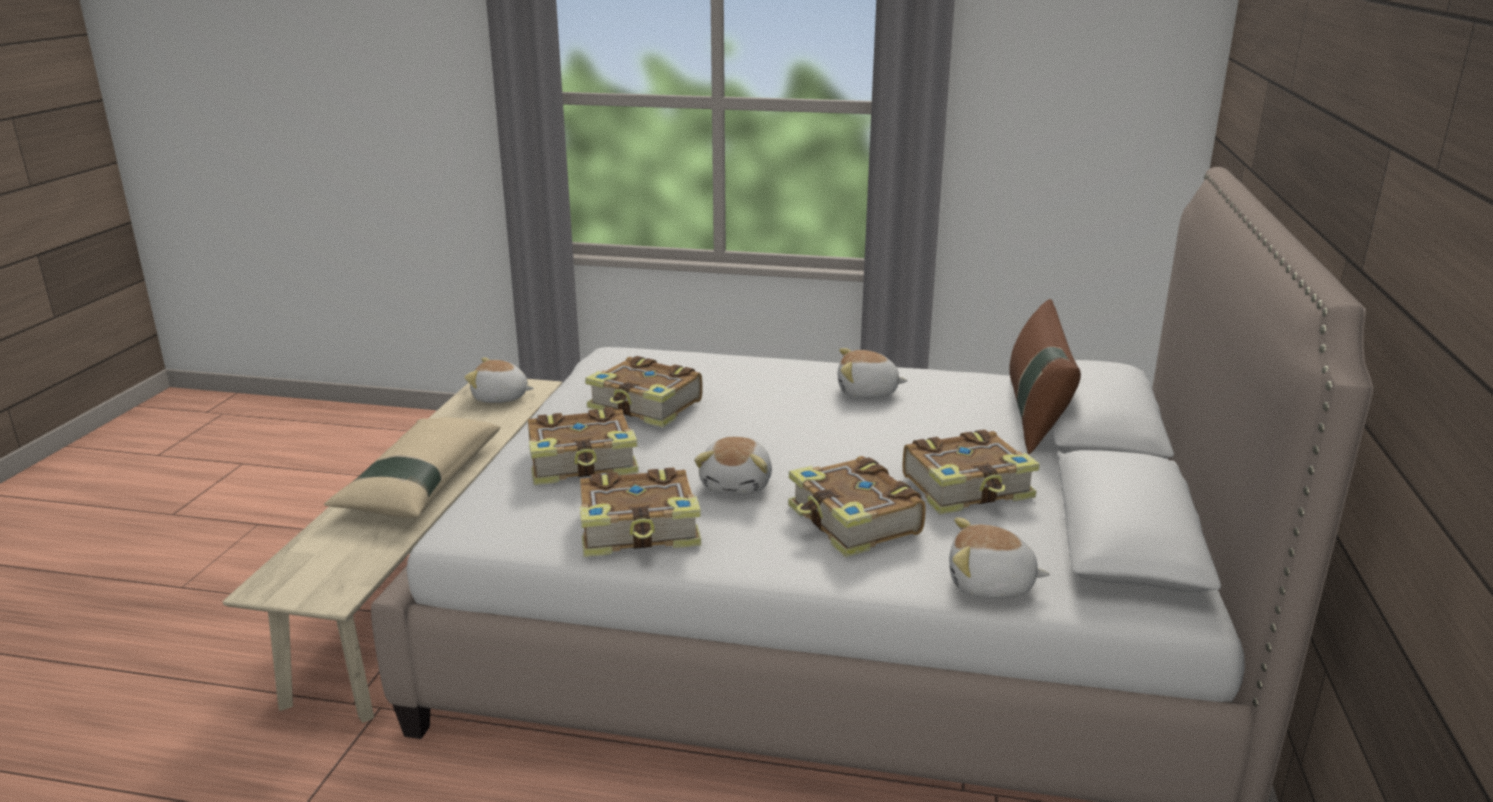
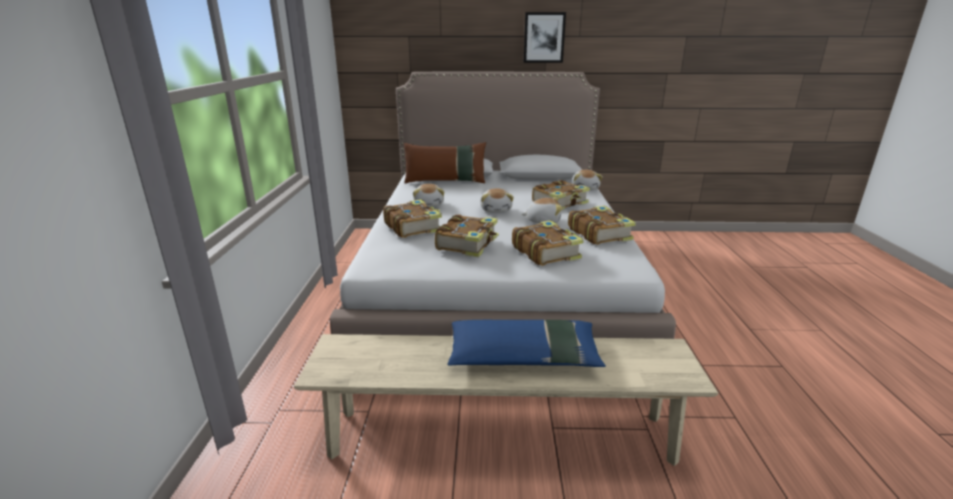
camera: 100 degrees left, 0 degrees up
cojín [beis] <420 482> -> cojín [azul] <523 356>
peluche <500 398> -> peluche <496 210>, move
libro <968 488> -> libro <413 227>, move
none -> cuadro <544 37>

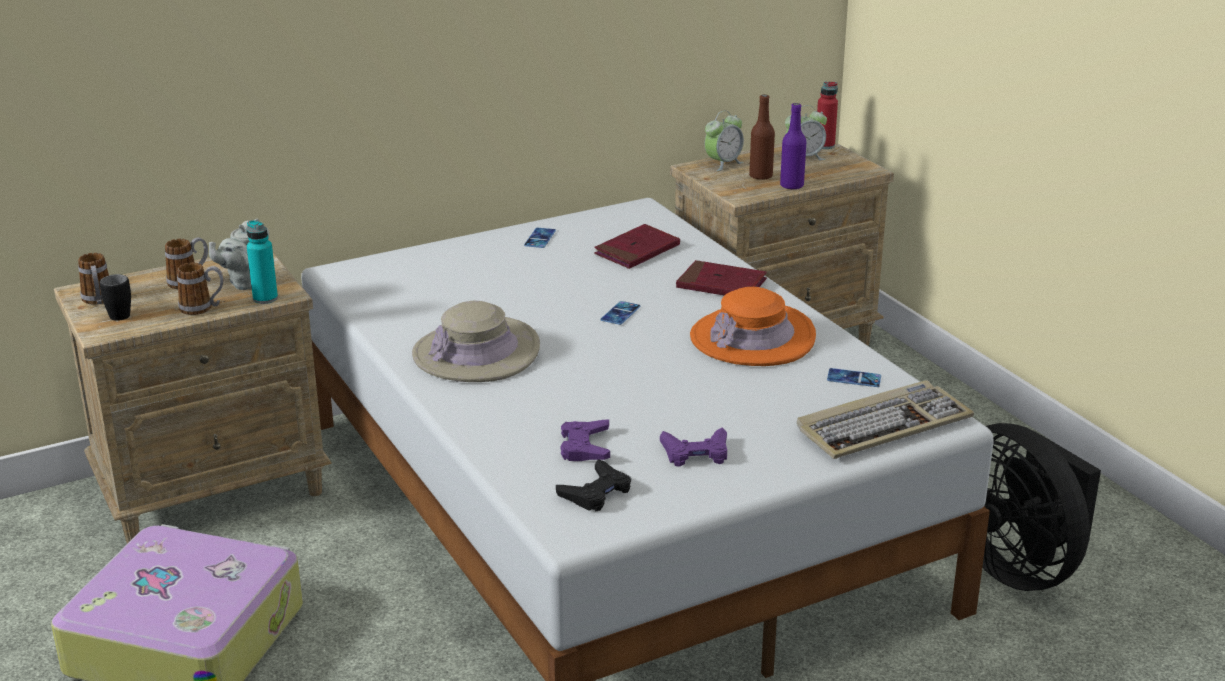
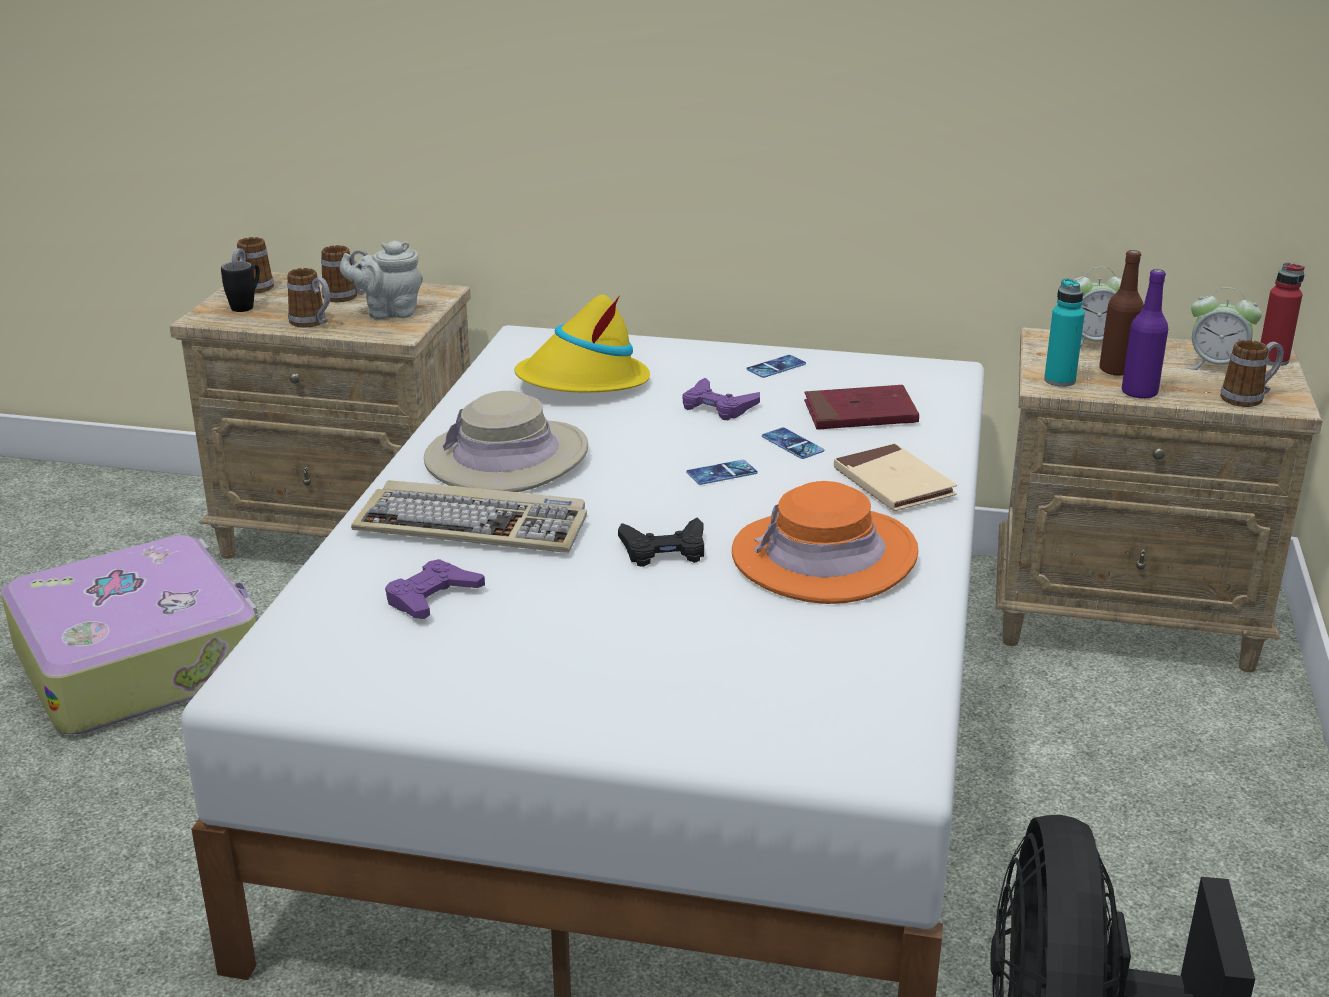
camera: 40 degrees right, 0 degrees up
botella [turquesa] <265 298> -> botella [turquesa] <1059 380>, move
mando de consola [negro] <596 492> -> mando de consola [negro] <664 550>, move
mando de consola [morado] <696 453> -> mando de consola [morado] <718 406>, move
libro [rojo] <721 285> -> libro [beis] <893 483>
teclado <883 425> -> teclado <474 525>, move
móvil <854 378> -> móvil <792 444>, move
none -> sombrero [amarillo] <583 382>
none -> taza grande <1248 398>

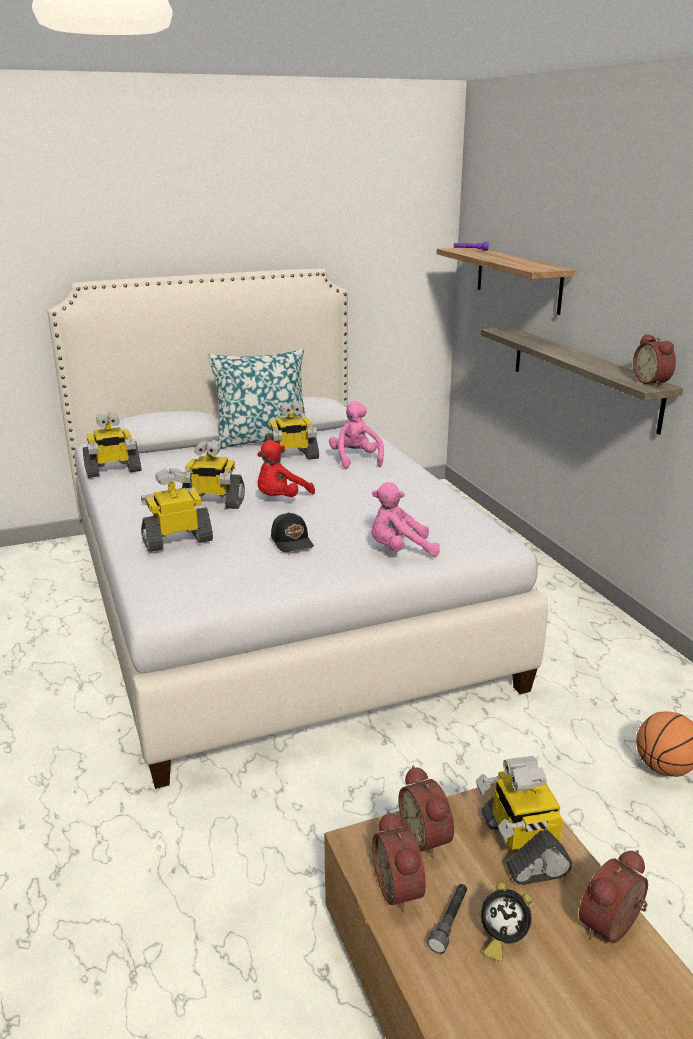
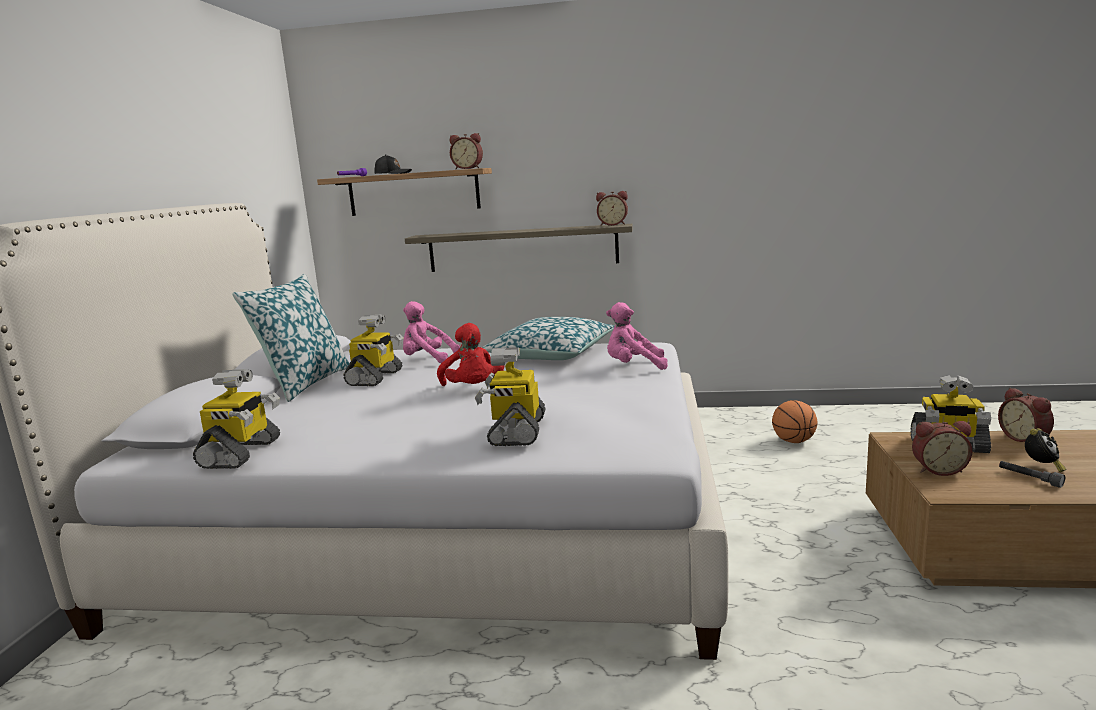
camera: 60 degrees left, 10 degrees down
robot de juguete <212 503> -> none
gorra [negro] <292 541> -> gorra [negro] <393 174>, move
peluche [rosa] <399 550> -> peluche [rosa] <633 367>, 75 degrees clockwise
despertador <401 888> -> despertador <468 168>, move
none -> cojín <551 354>

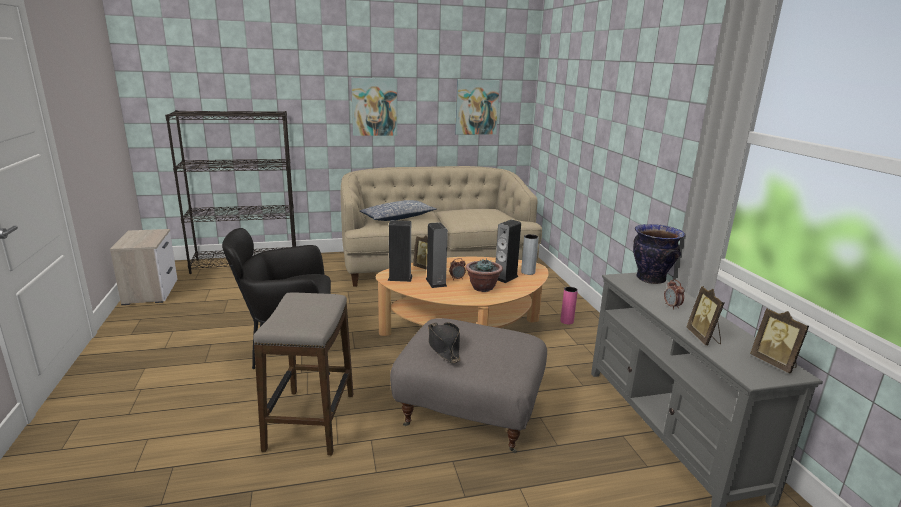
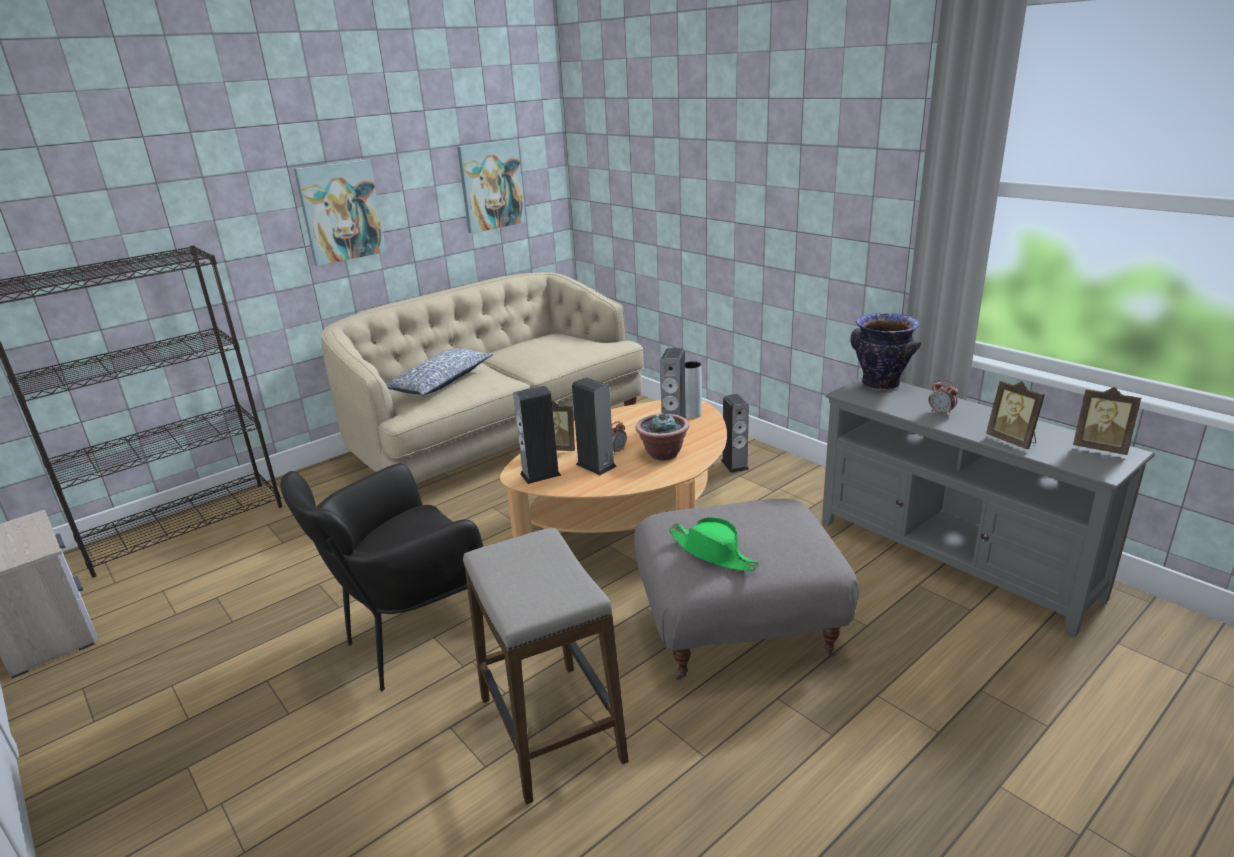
camera: 25 degrees left, 5 degrees up
sombrero [negro] <443 346> -> sombrero [verde] <713 553>
florero [rosa] <567 321> -> altavoz <734 465>

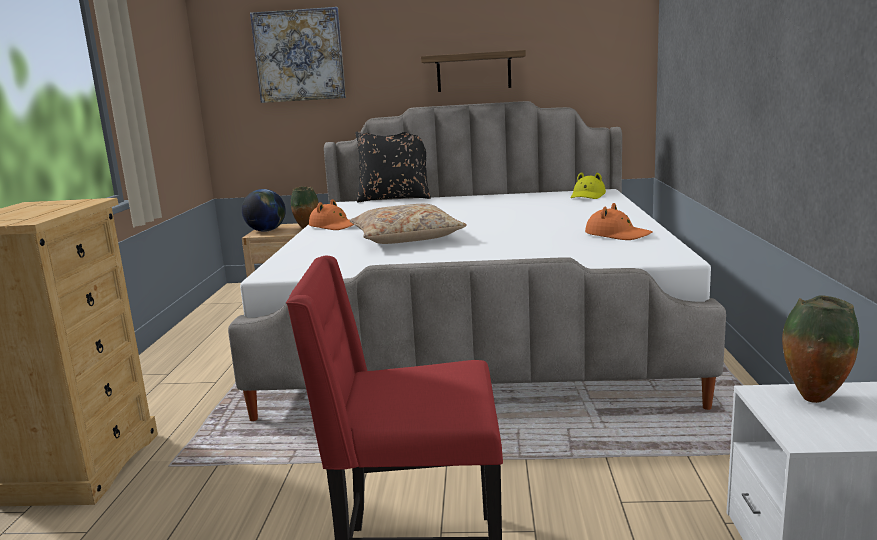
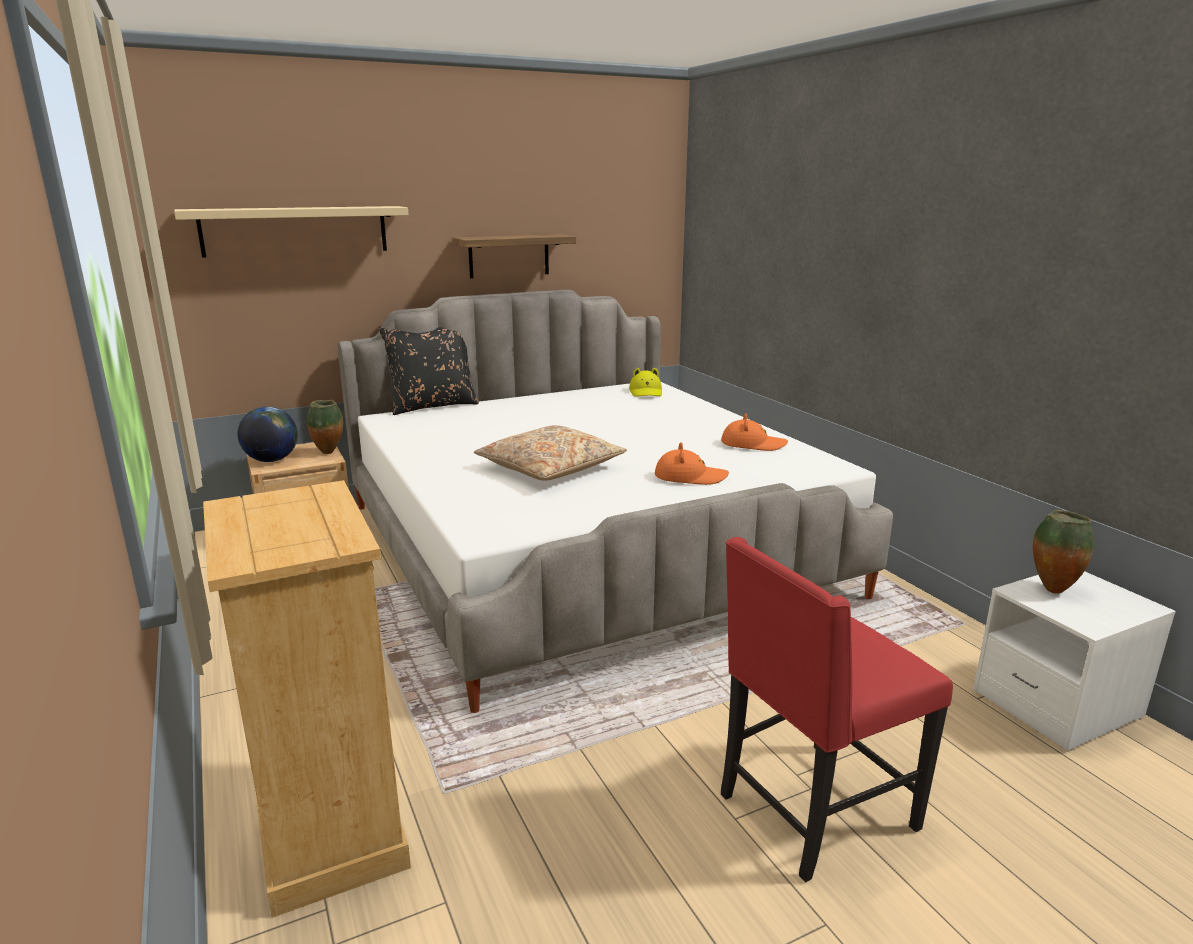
camera: 30 degrees left, 5 degrees up
cuadro <299 55> -> estante [beis] <295 230>
sombrero [naranja] <334 226> -> sombrero [naranja] <690 477>, move

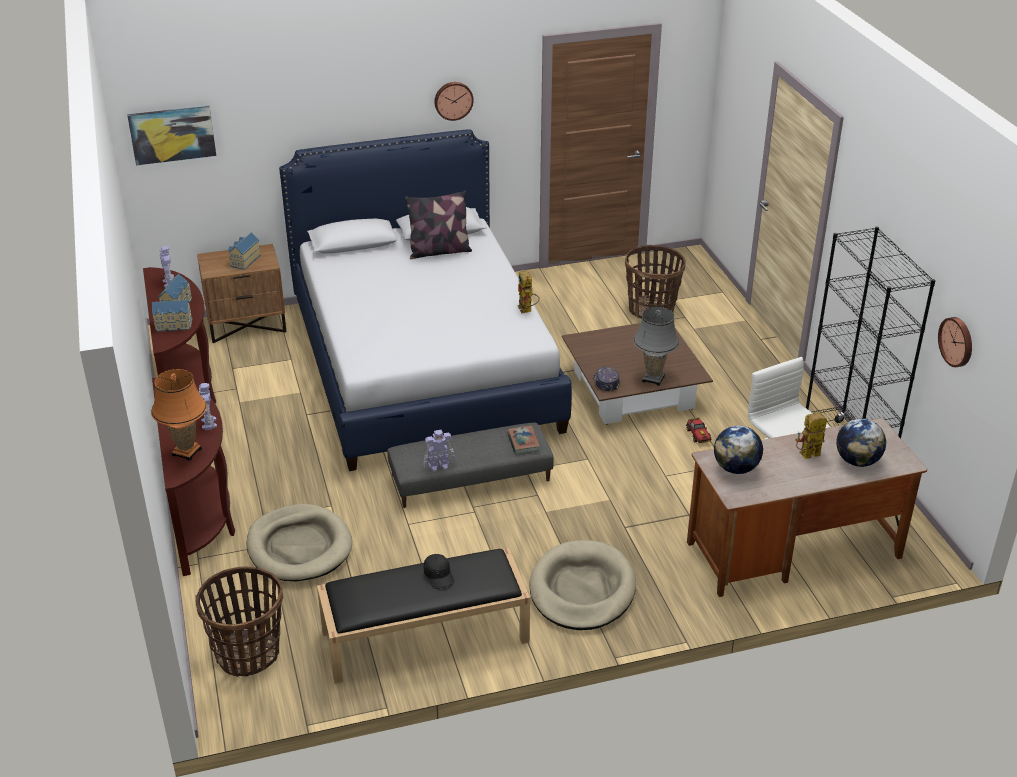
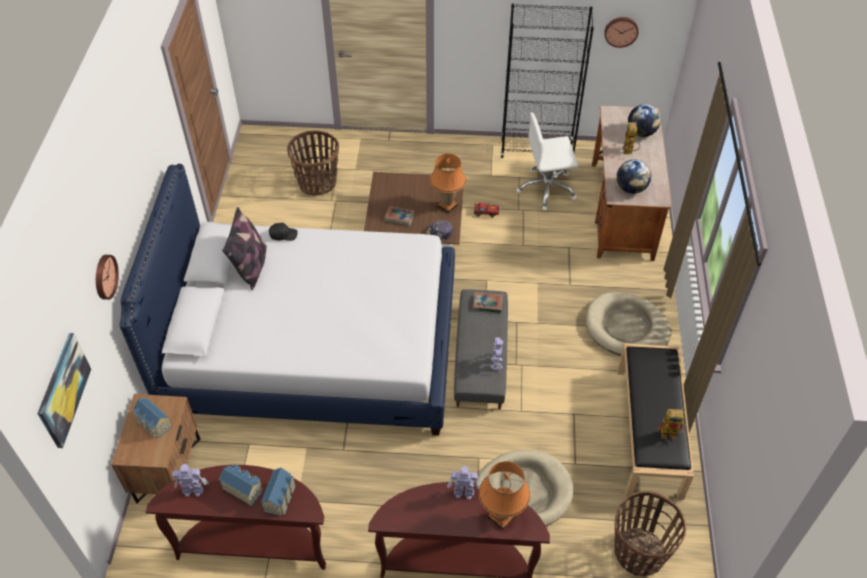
camera: 70 degrees left, 15 degrees up
gorra [negro] <438 575> -> gorra [negro] <283 235>, move
reloj de pared <453 100> -> reloj de pared <104 276>, move
robot de juguete <527 310> -> robot de juguete <671 433>, move
lámpara de mesa [gris] <653 379> -> lámpara de mesa [naranja] <447 206>
none -> libro <399 217>

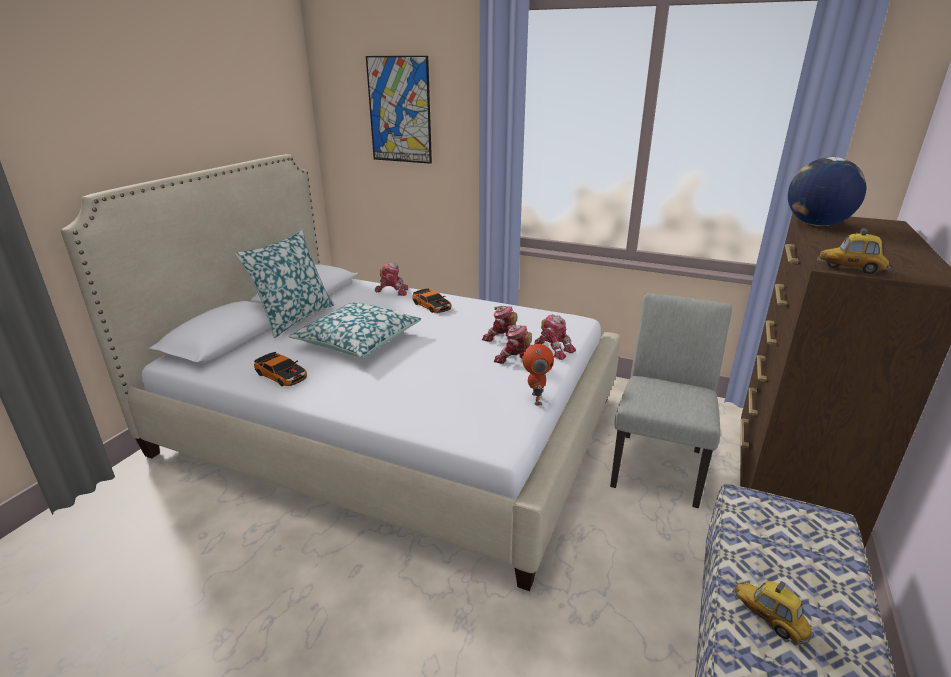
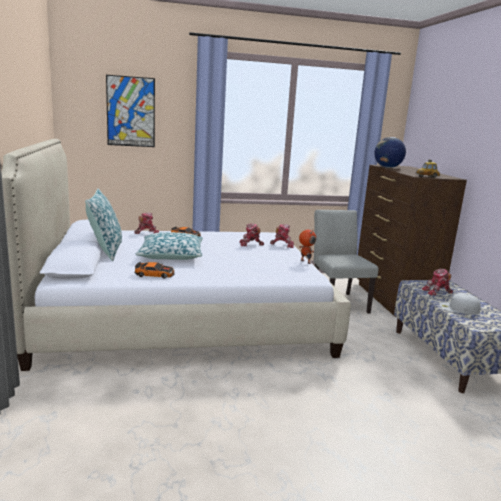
camera: 35 degrees left, 10 degrees down
robot de juguete <515 360> -> robot de juguete <437 292>, move
coche de juguete <768 619> -> gorra [blanco] <458 308>

